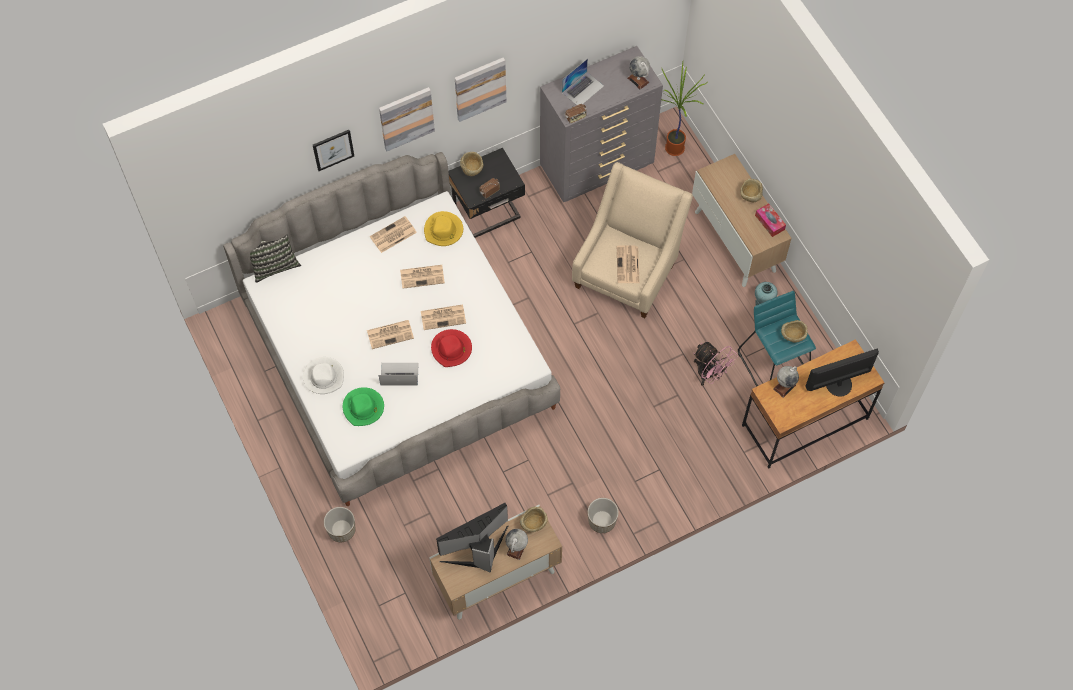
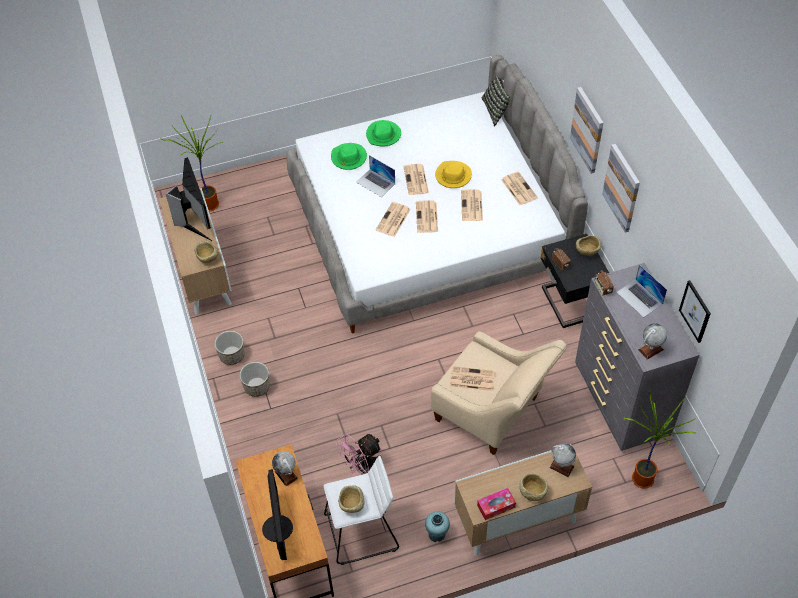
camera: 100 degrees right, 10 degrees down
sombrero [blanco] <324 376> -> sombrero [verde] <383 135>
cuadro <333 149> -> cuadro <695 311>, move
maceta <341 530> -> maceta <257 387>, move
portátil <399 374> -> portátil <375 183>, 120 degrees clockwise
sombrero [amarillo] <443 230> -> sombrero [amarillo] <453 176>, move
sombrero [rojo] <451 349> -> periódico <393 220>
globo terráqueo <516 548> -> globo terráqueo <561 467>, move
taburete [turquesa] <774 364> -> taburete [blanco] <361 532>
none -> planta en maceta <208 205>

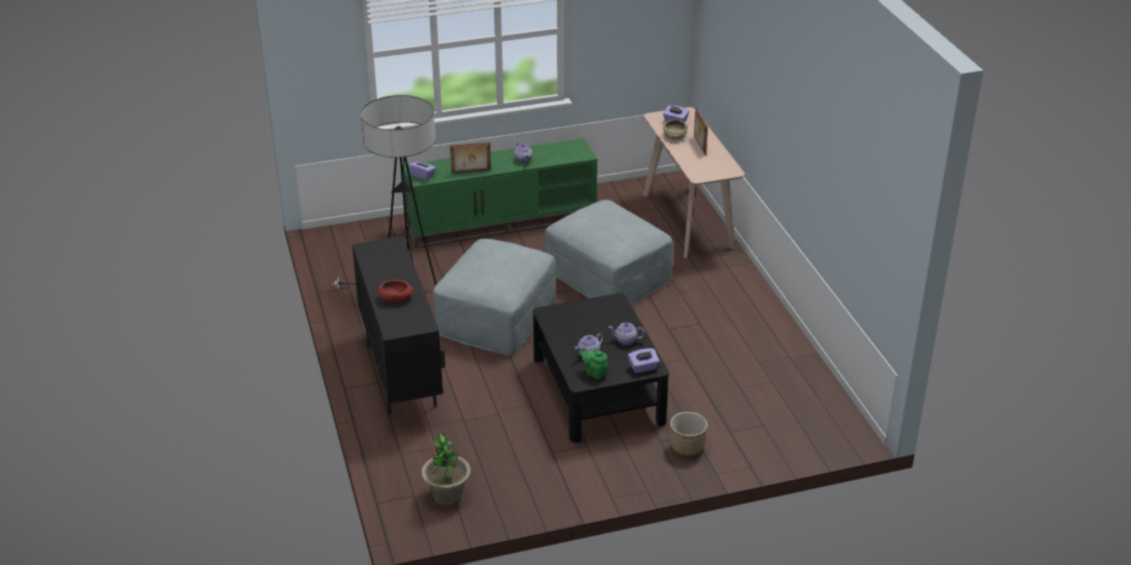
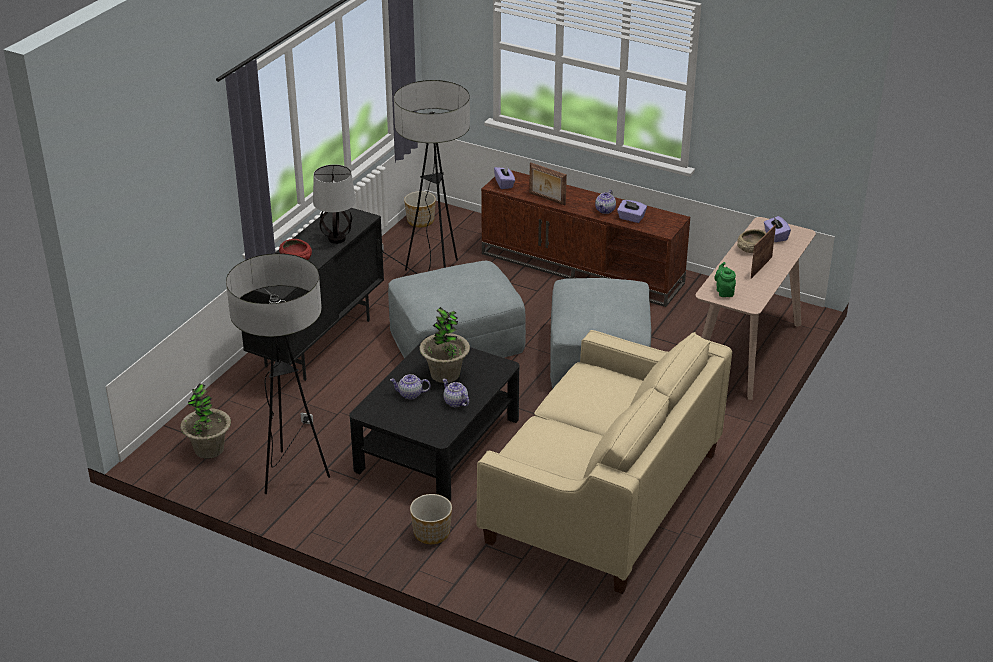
camera: 45 degrees right, 0 degrees up
mueble de televisión [verde] <502 221> -> mueble de televisión [marrón] <583 268>
tetera [verde] <594 373> -> tetera [verde] <724 291>, move
caja de pañuelos [morado] <643 367> -> caja de pañuelos [morado] <631 218>, move
none -> lámpara de pie <293 475>
none -> lámpara de mesa <337 239>
none -> maceta <420 221>
none -> planta en maceta <445 374>
none -> sofá [beis] <603 497>

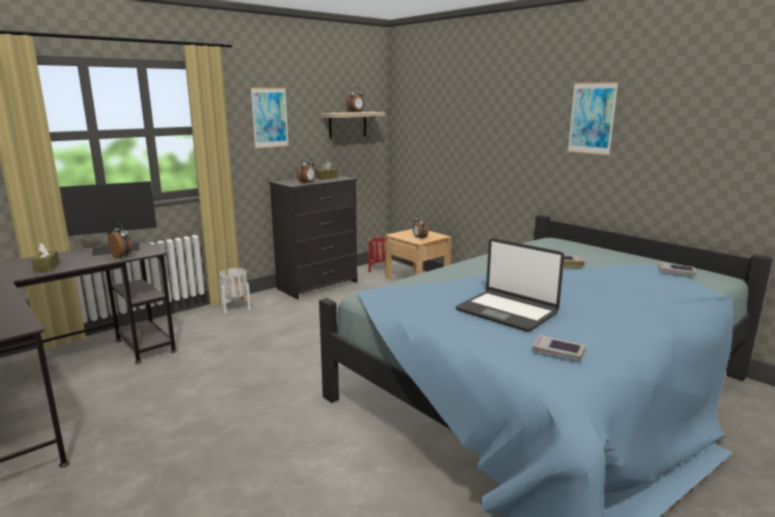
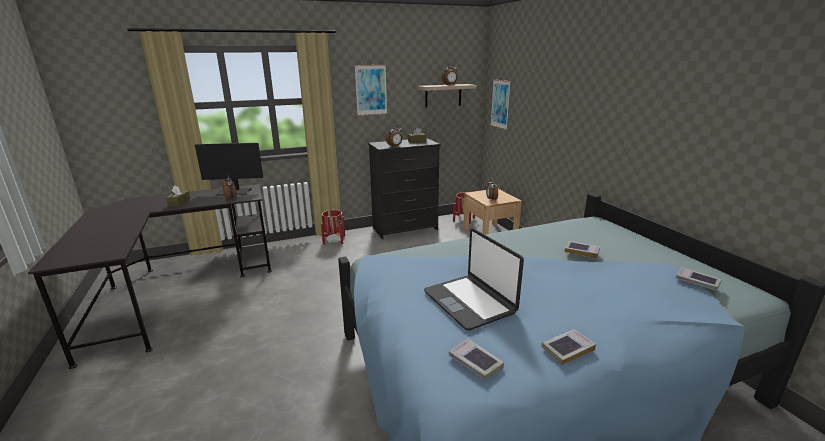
camera: 20 degrees right, 5 degrees up
maceta [blanco] <235 307> -> maceta [rojo] <334 240>
cuadro <592 118> -> cuadro <500 104>, move
none -> libro <567 349>

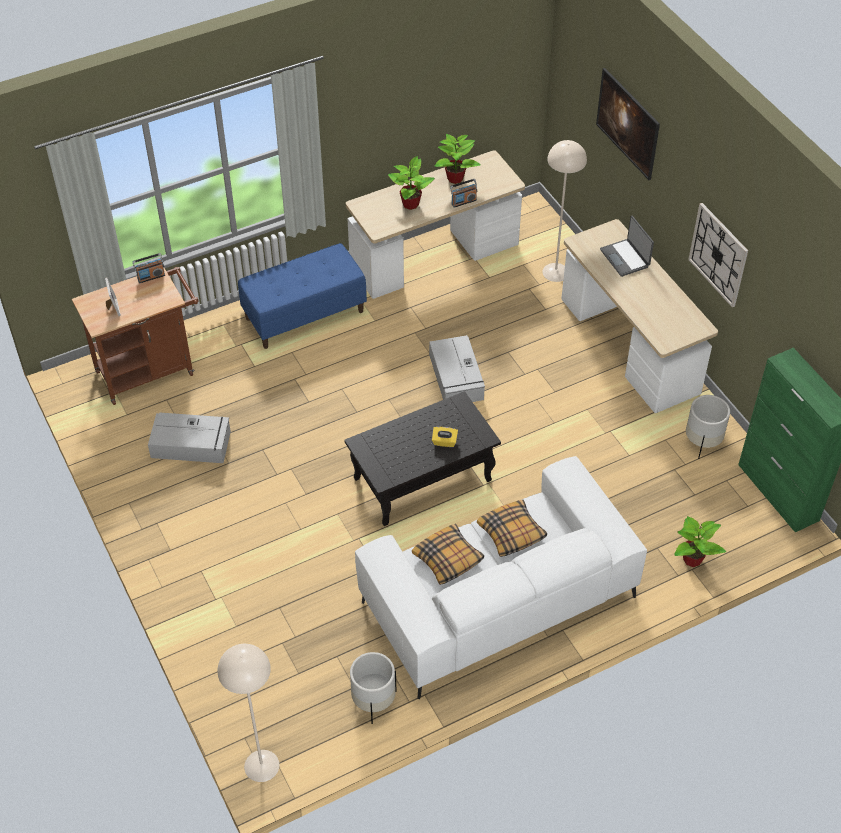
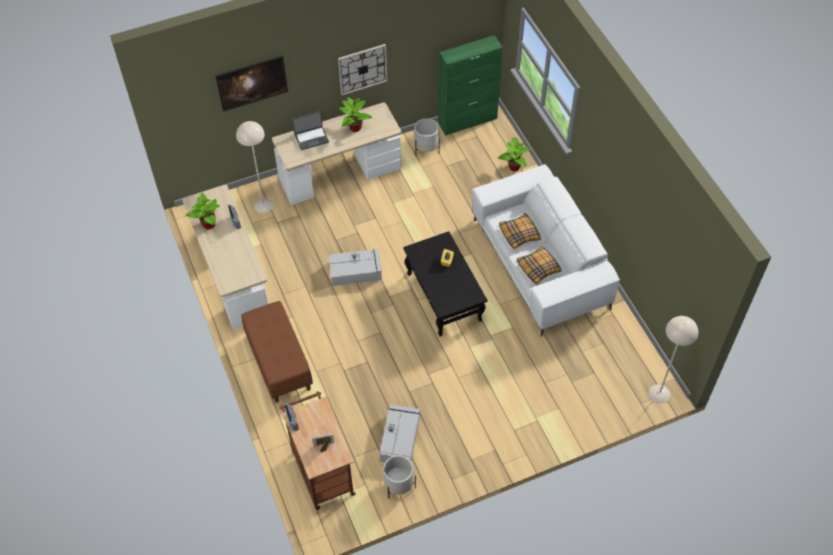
camera: 85 degrees left, 5 degrees up
banco [azul] <305 314> -> banco [marrón] <278 362>
maceta [blanco] <373 701> -> maceta [blanco] <399 485>, move
planta en maceta <410 203> -> planta en maceta <355 128>, move

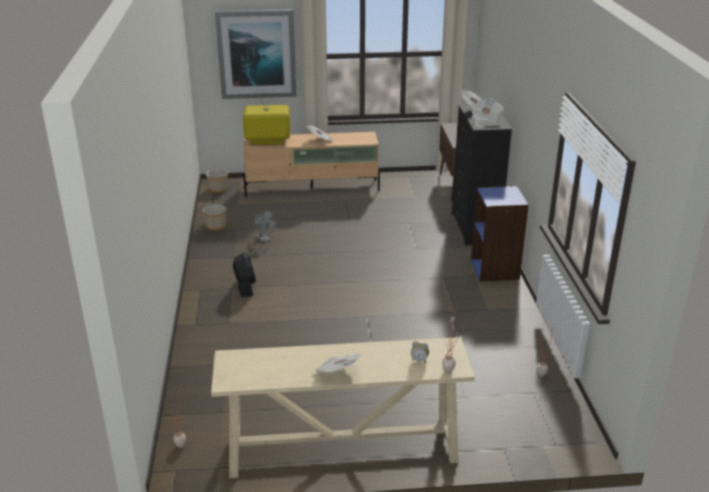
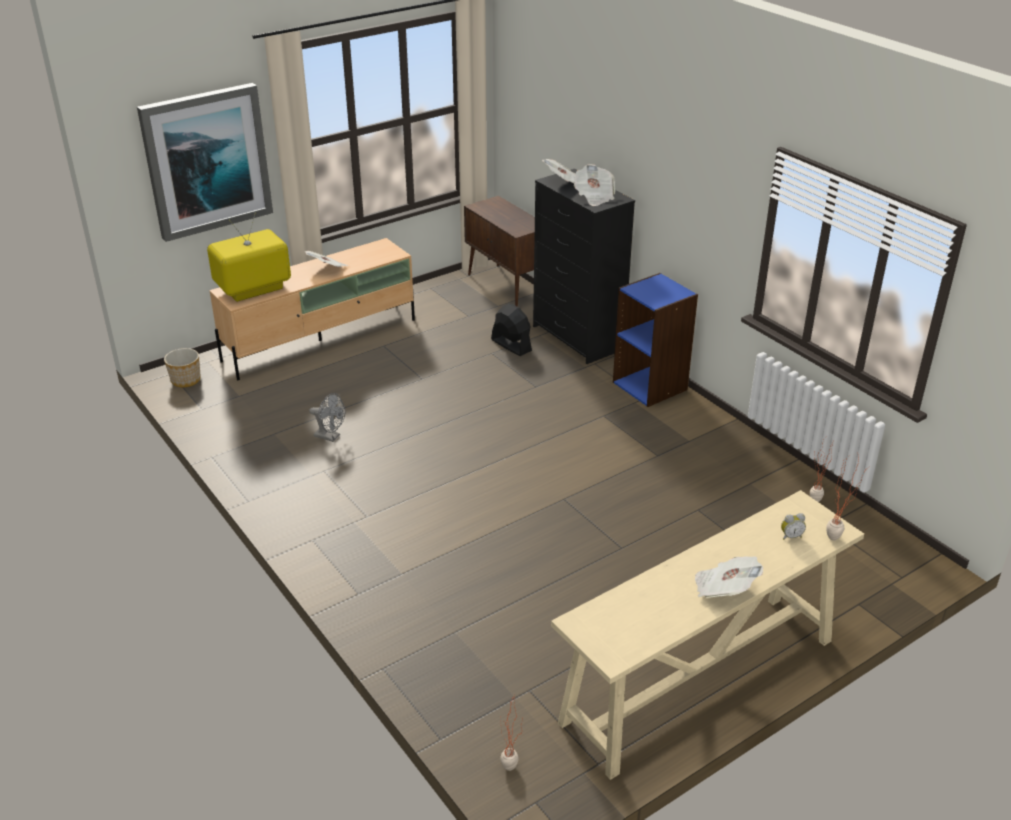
camera: 30 degrees left, 5 degrees up
maceta <216 226> -> none
ventilador [negro] <245 287> -> ventilador [negro] <511 345>, move

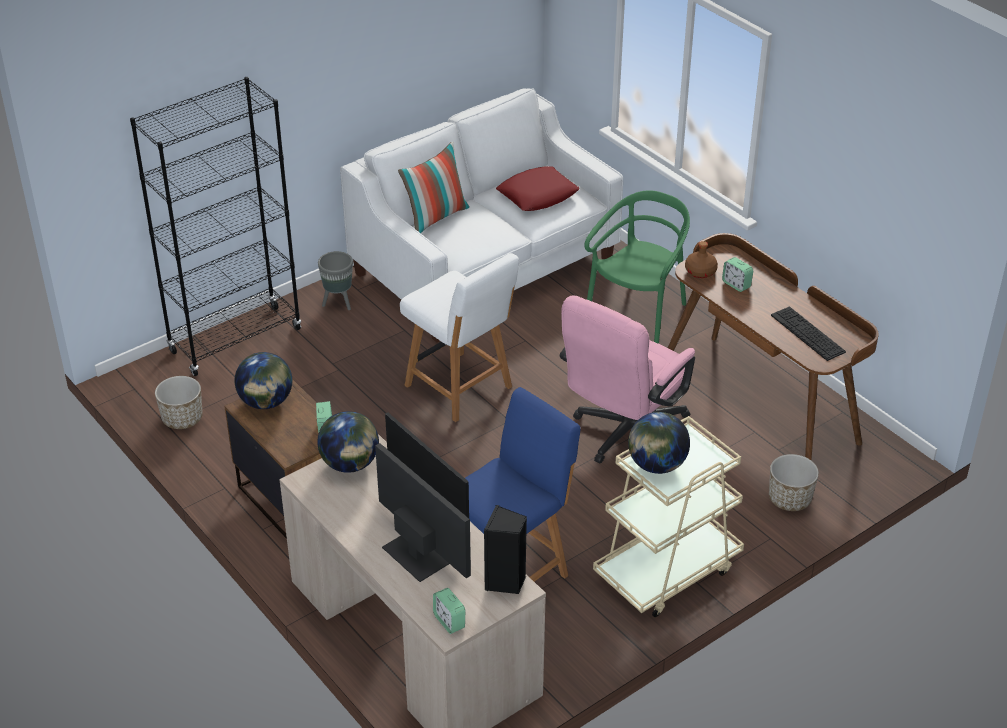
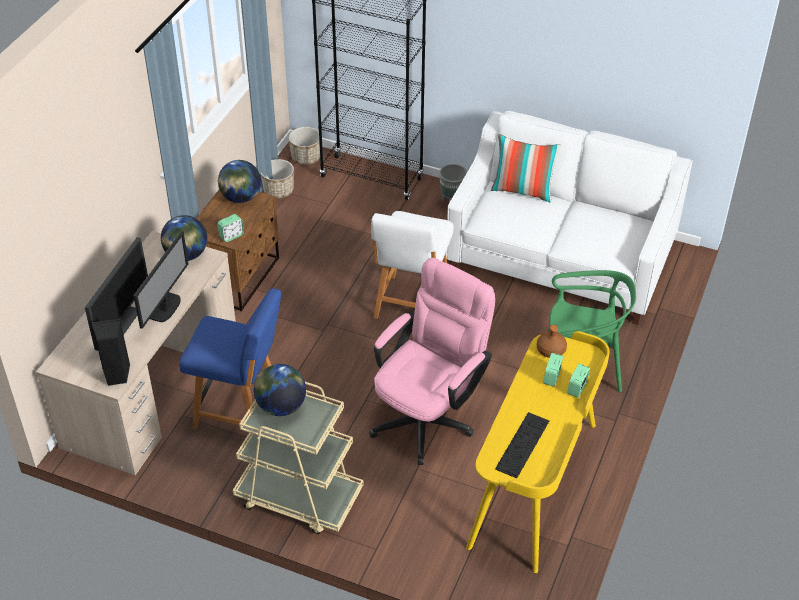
camera: 60 degrees right, 5 degrees up
despertador <449 621> -> despertador <577 388>, move
cojín [rojo] <537 195> -> none
silla de oficina [rosa] <624 436> -> silla de oficina [rosa] <429 415>, 120 degrees clockwise
escritorio [marrón] <760 402> -> escritorio [amarillo] <535 484>
maceta <790 499> -> maceta <306 158>, move

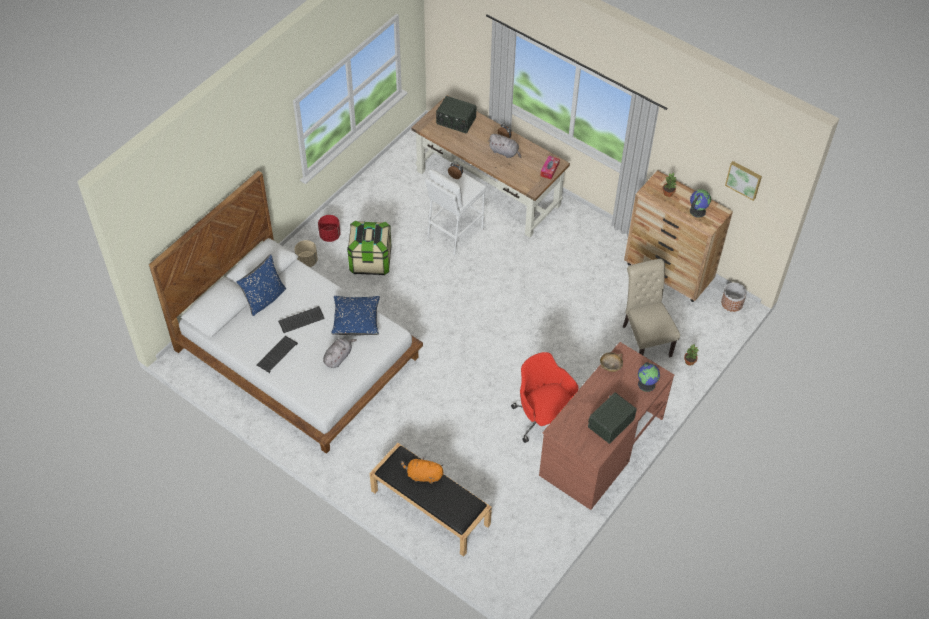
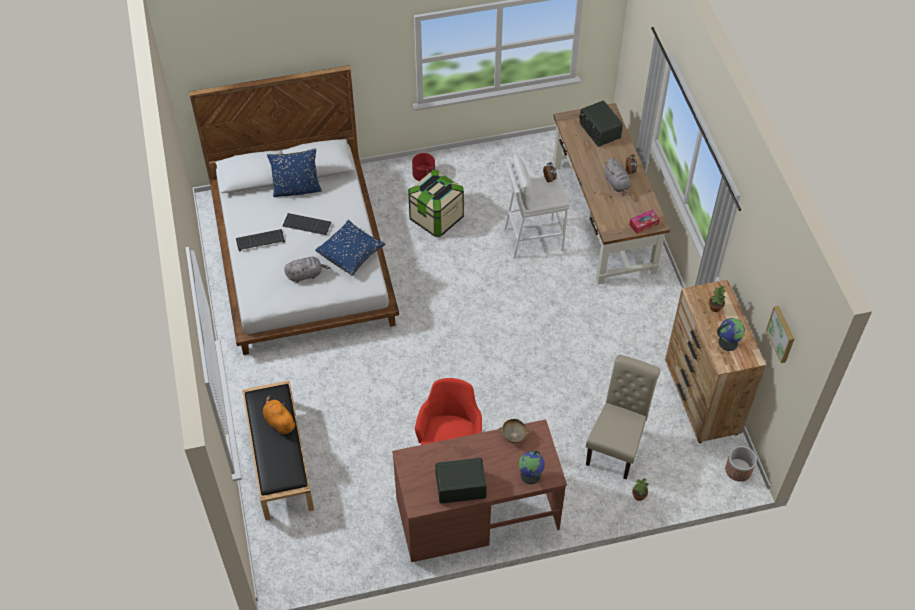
camera: 40 degrees right, 0 degrees up
maceta [beis] <307 261> -> none

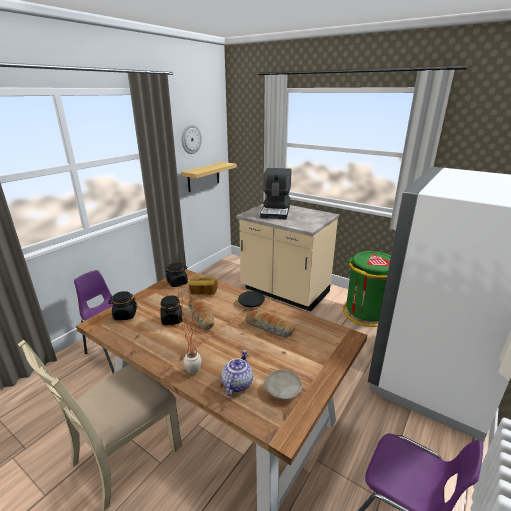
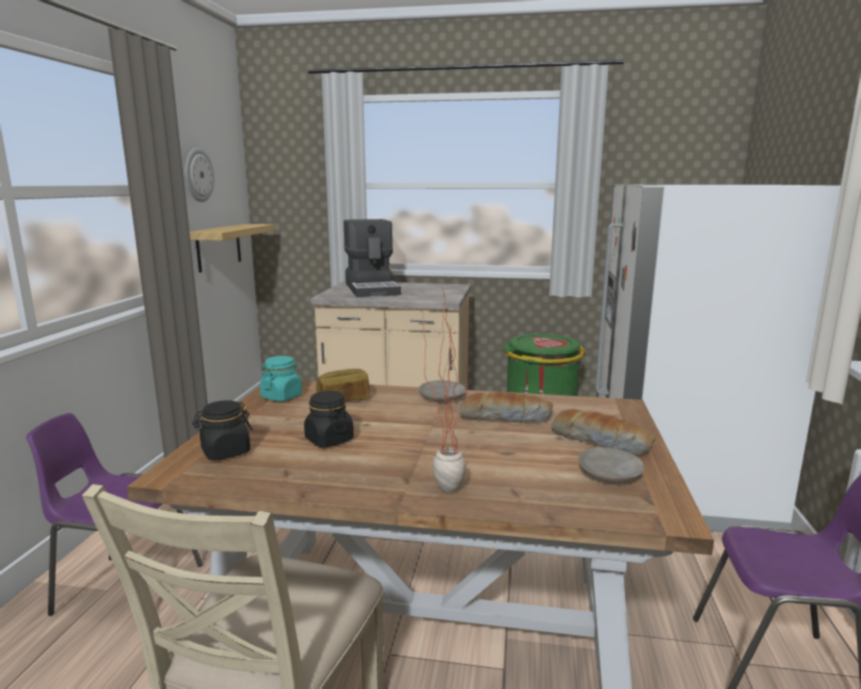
camera: 25 degrees left, 10 degrees down
tarro [negro] <177 283> -> tarro [turquesa] <281 396>
pan <202 317> -> pan <601 442>, move
tetera <236 384> -> none
plato [negro] <251 303> -> plato [beis] <442 398>

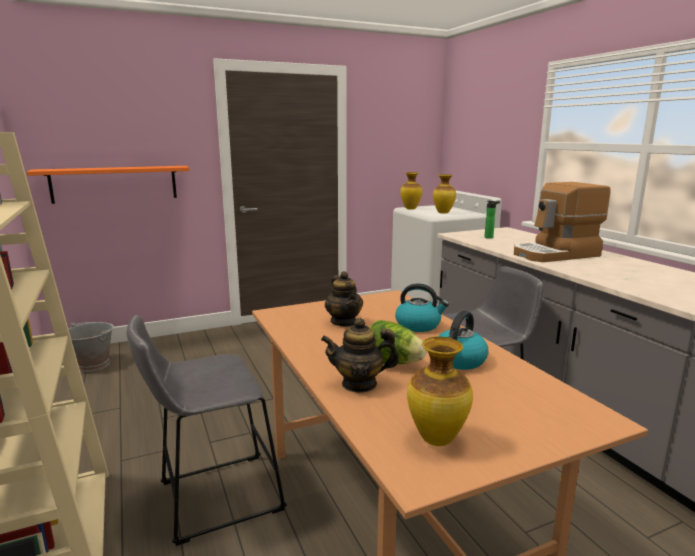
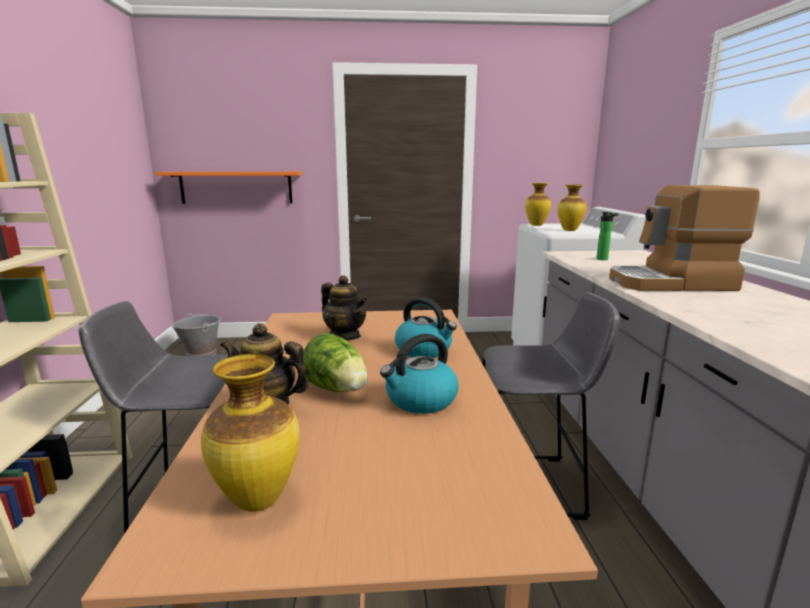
camera: 20 degrees right, 0 degrees up
tetera <344 322> -> tetera <345 336>, 45 degrees counterclockwise

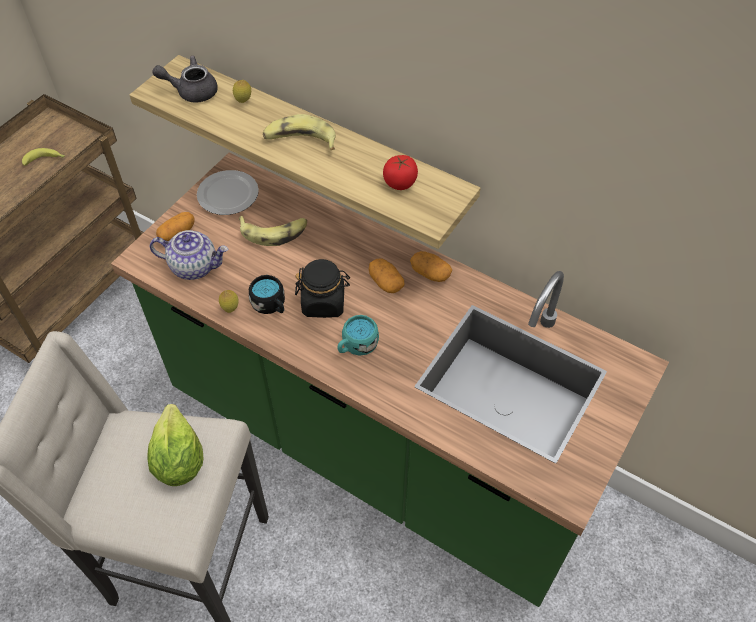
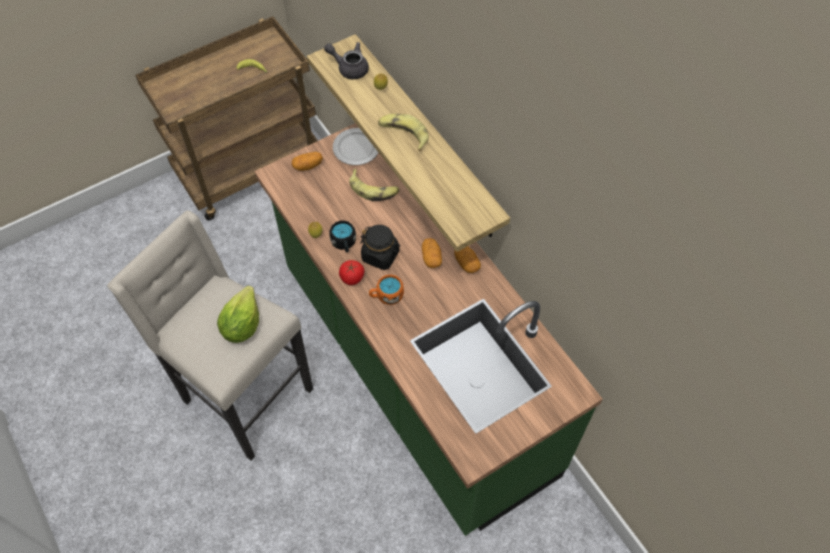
camera: 25 degrees right, 5 degrees up
tetera <194 266> -> none
taza grande [turquesa] <356 345> -> taza grande [naranja] <386 295>
tomate <400 183> -> tomate <352 278>, move

